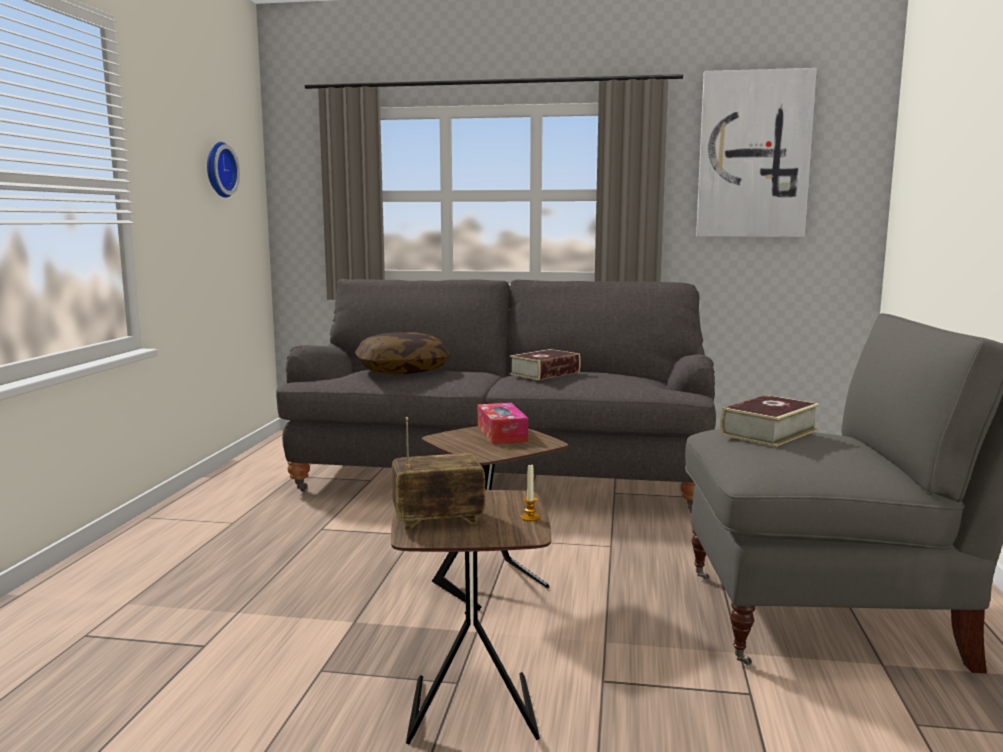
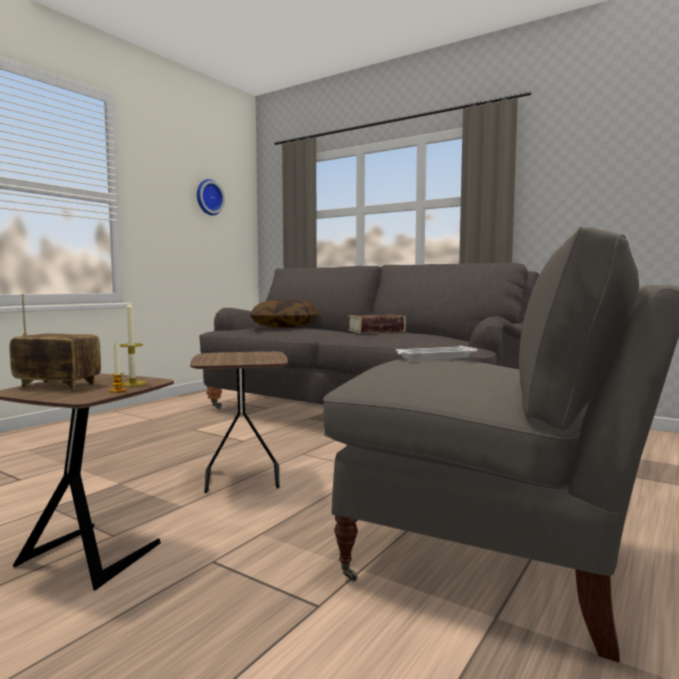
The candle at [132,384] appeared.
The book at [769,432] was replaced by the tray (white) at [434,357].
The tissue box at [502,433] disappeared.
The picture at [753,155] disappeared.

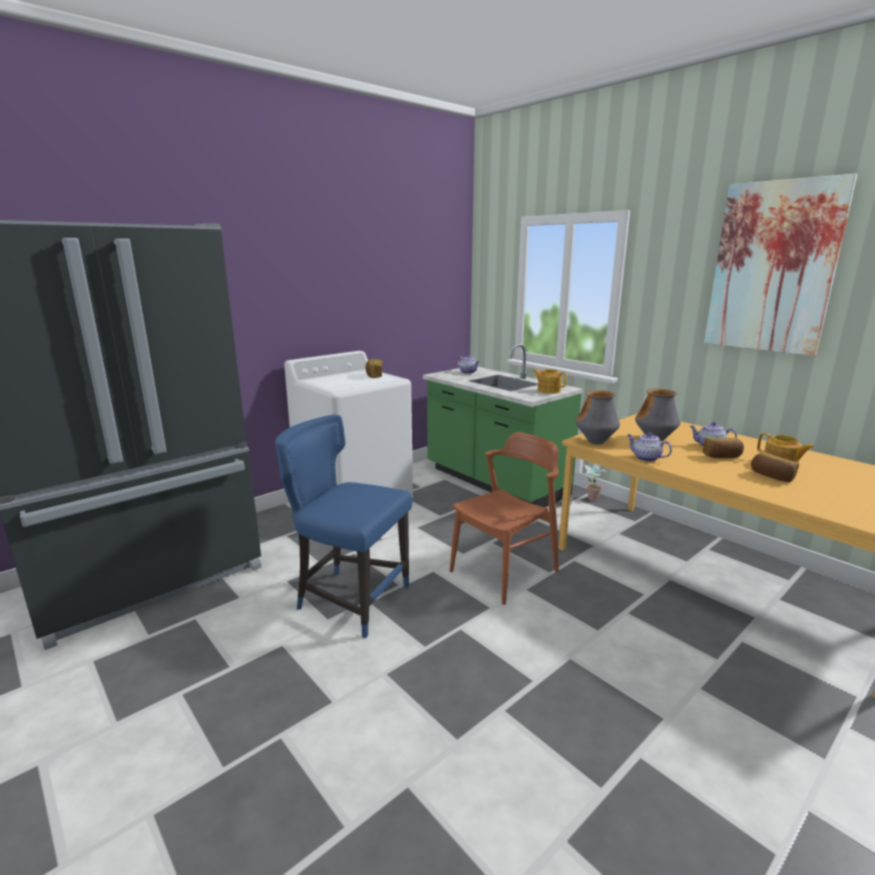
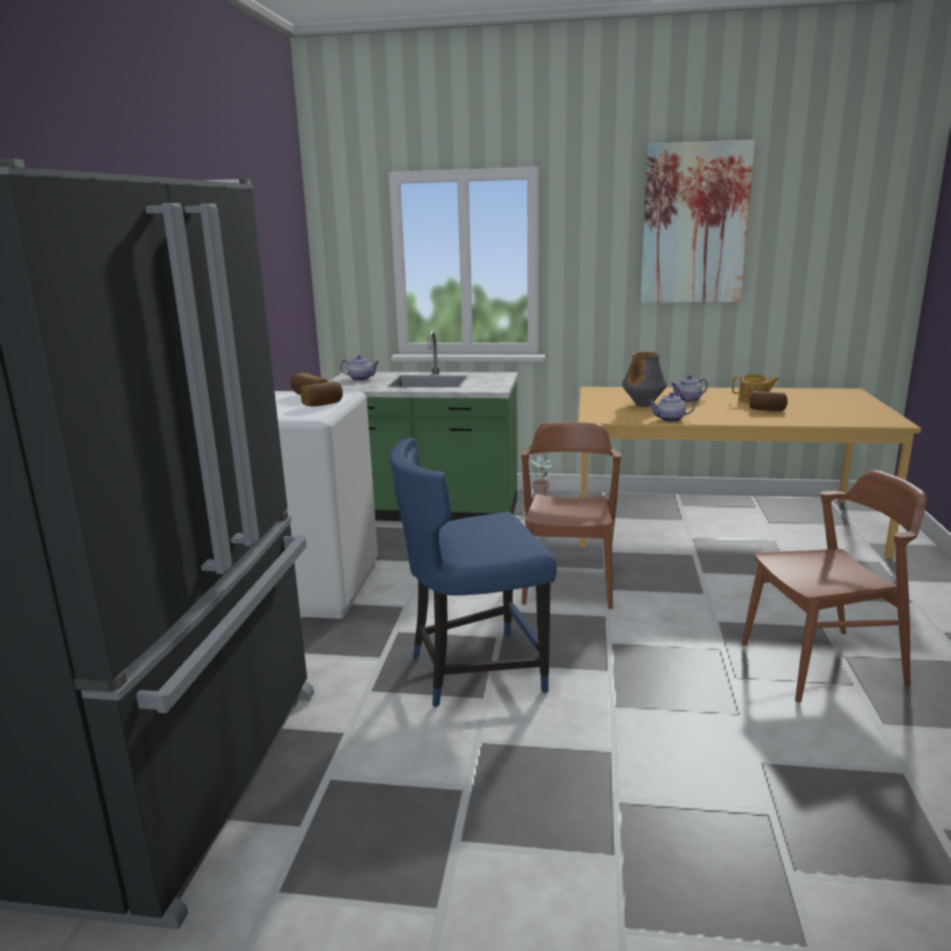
The bread moved from [722,456] to [323,404].
The chair (brown) at [822,664] appeared.
The teapot at [548,390] disappeared.
The vase at [595,442] disappeared.

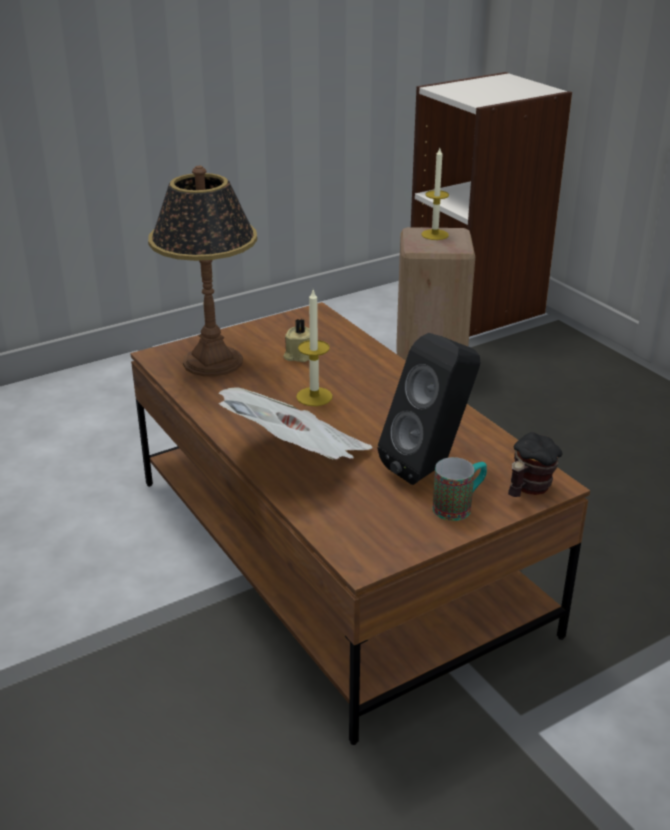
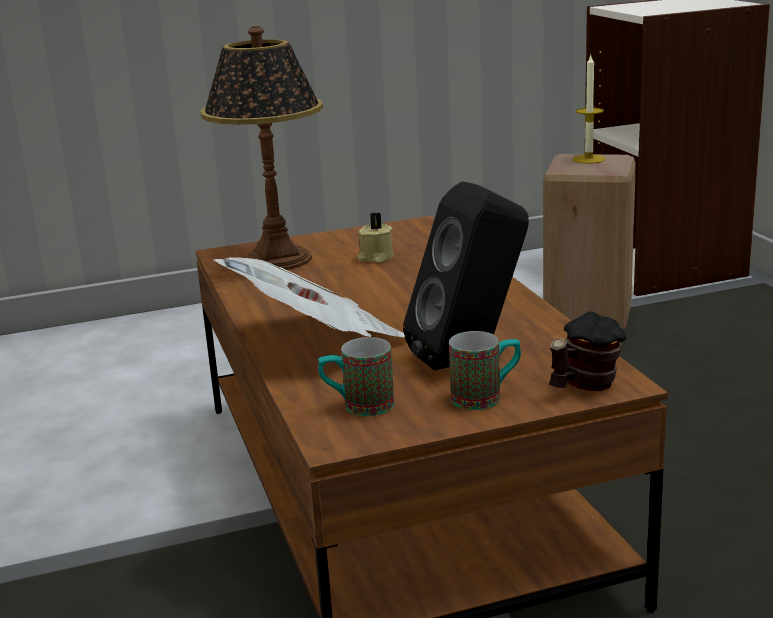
The mug at [358,406] appeared.
The candle at [314,396] disappeared.

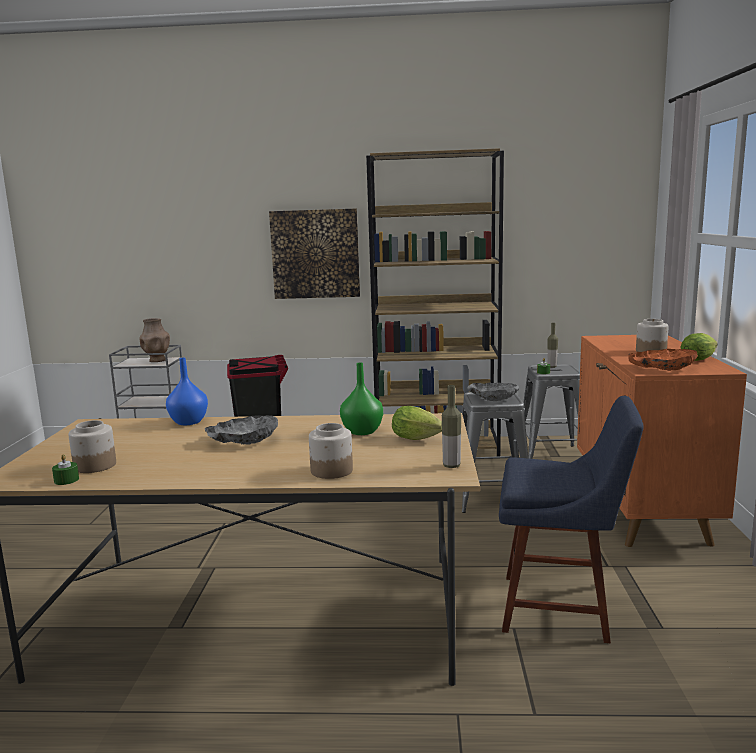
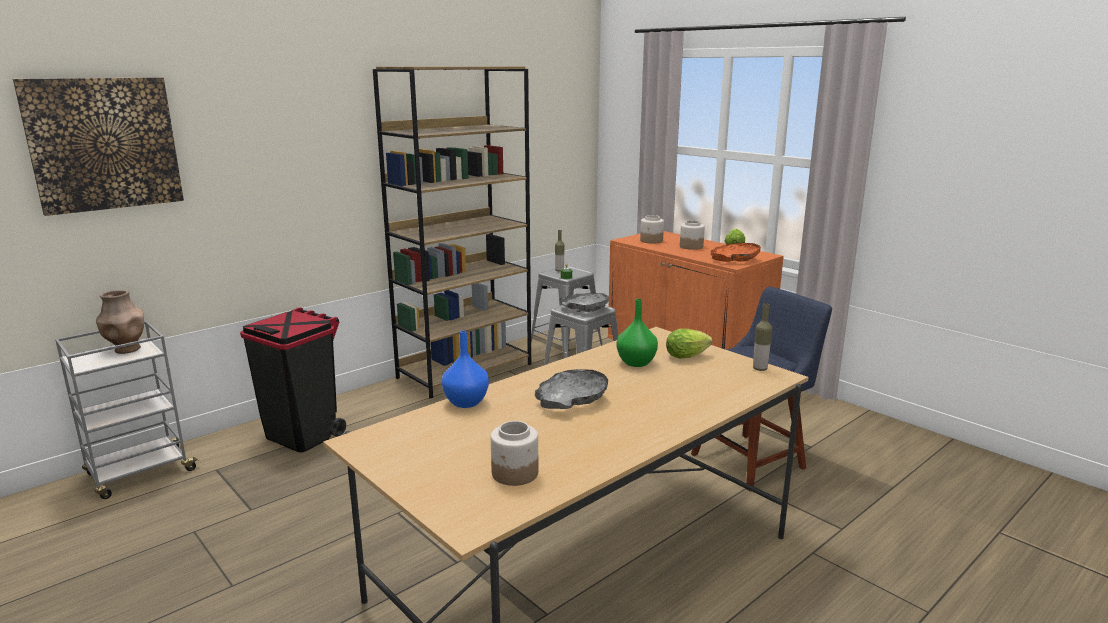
The picture moved from [315,254] to [104,144].
The jar moved from [331,471] to [651,241].
The candle (green) at [66,480] disappeared.

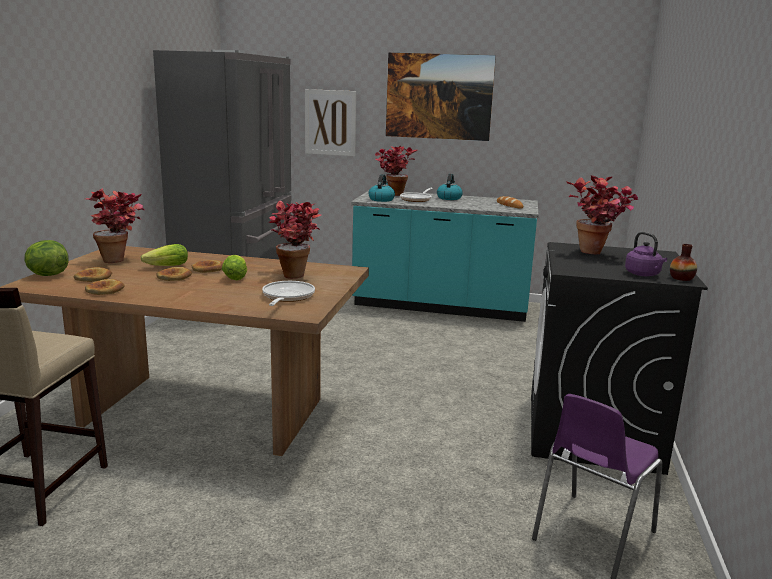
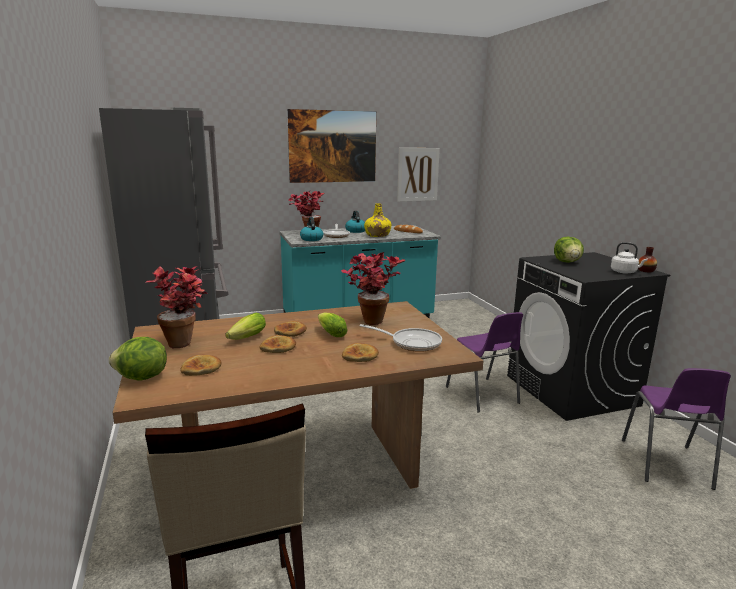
The bread moved from [105,290] to [360,356].
The frying pan at [287,297] turned 135 degrees clockwise.
The bottle (yellow) at [377,235] appeared.
The picture moved from [330,122] to [417,174].
The chair (purple) at [483,396] appeared.
The potted plant at [596,254] was replaced by the lettuce at [567,262].
The kettle (purple) at [643,274] became the kettle (white) at [625,272].

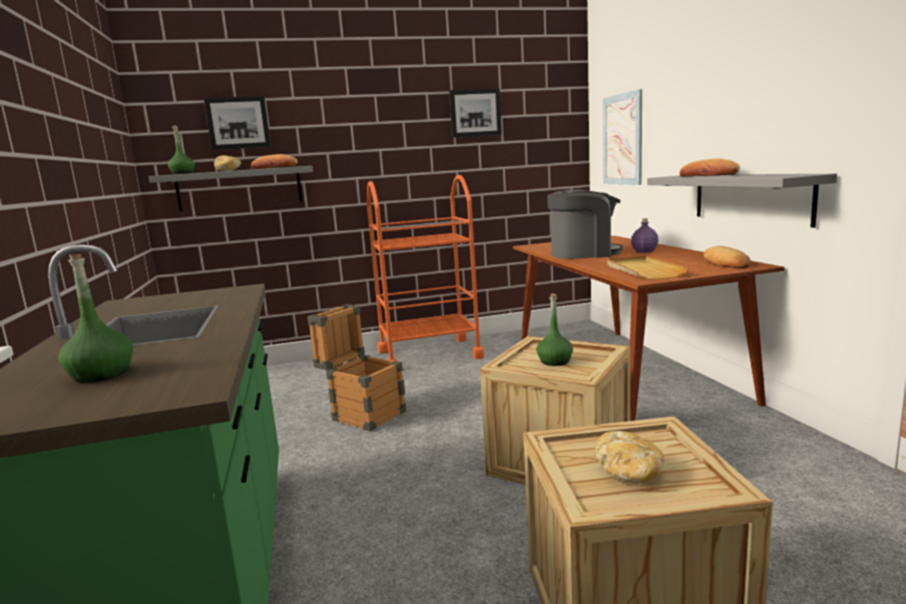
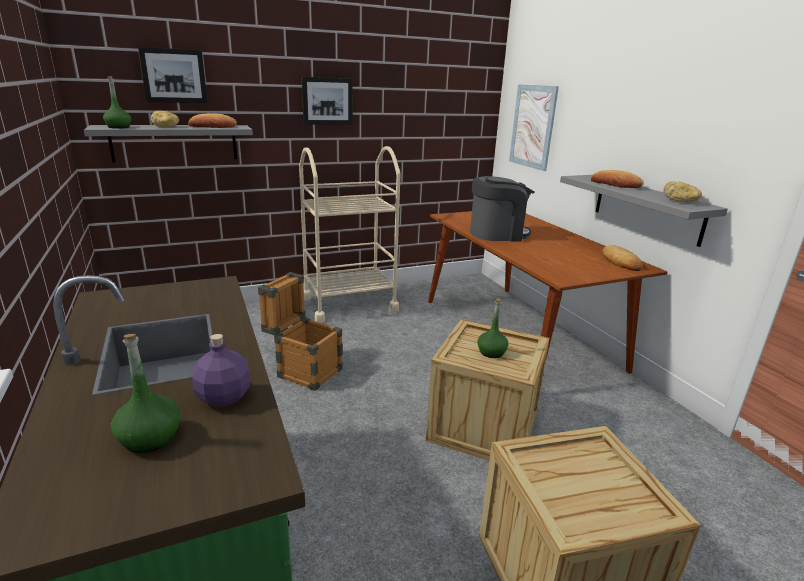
The bottle (purple) moved from [645,251] to [224,397].
The cart (orange) at [429,354] became the cart (beige) at [349,304].
The picture moved from [475,113] to [327,101].
The bread moved from [629,473] to [680,201].
The tray (beige) at [643,271] disappeared.

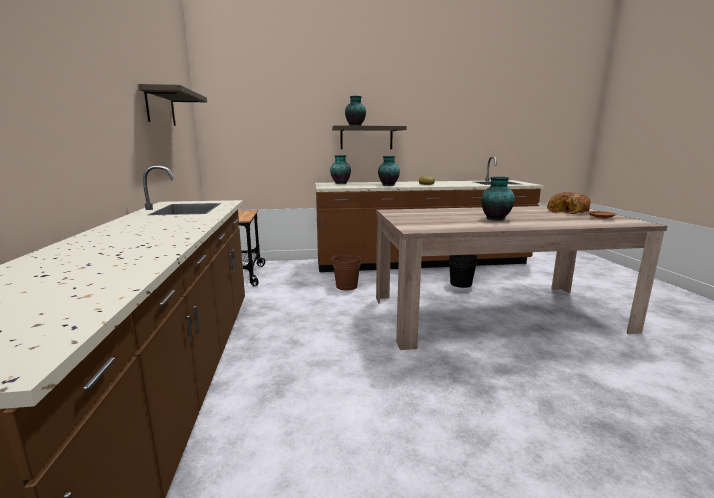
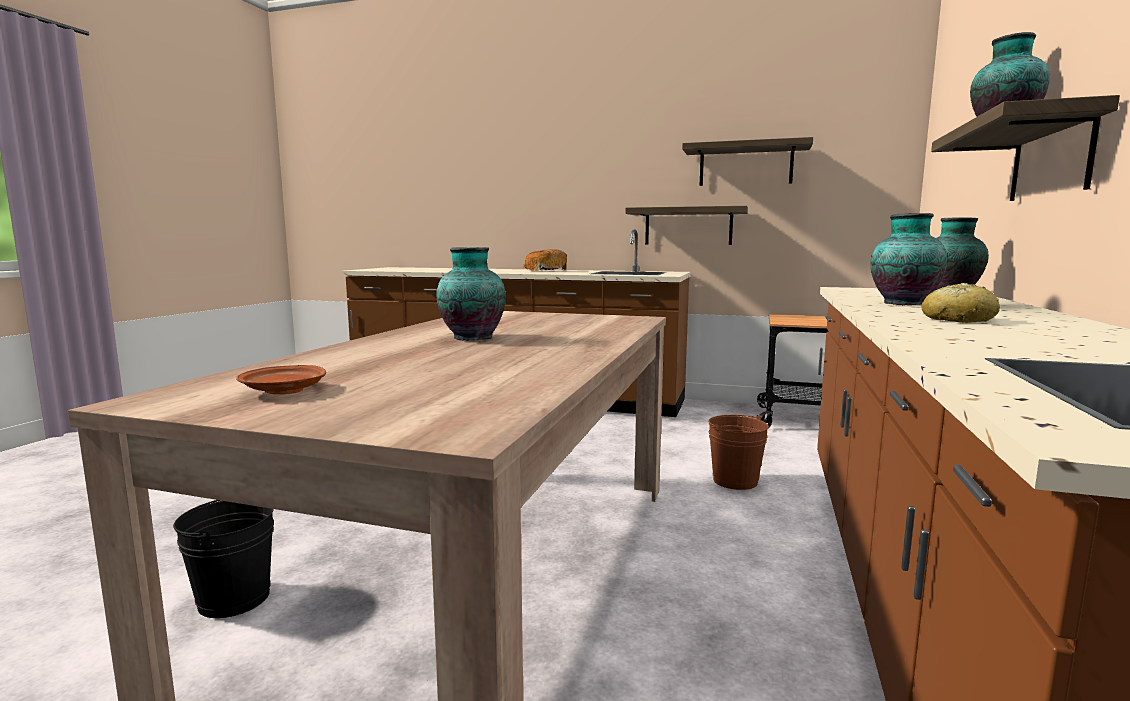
The bucket (black) moved from [461,284] to [234,598].
The bread moved from [568,212] to [545,271].
The shelf at [688,226] appeared.

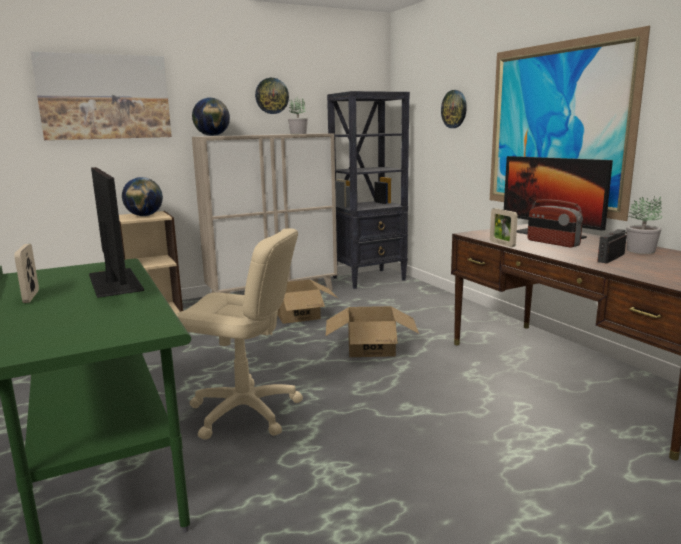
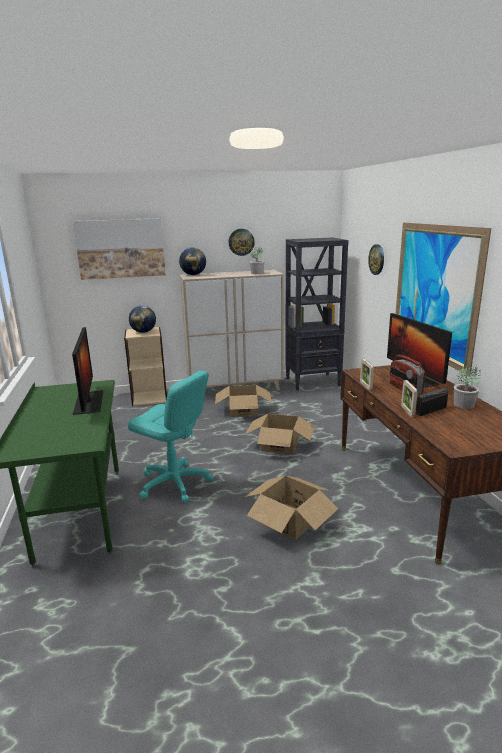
The office chair (beige) at [245,412] became the office chair (turquoise) at [174,483].
The cardboard box at [289,520] appeared.
The picture frame moved from [31,296] to [407,411].

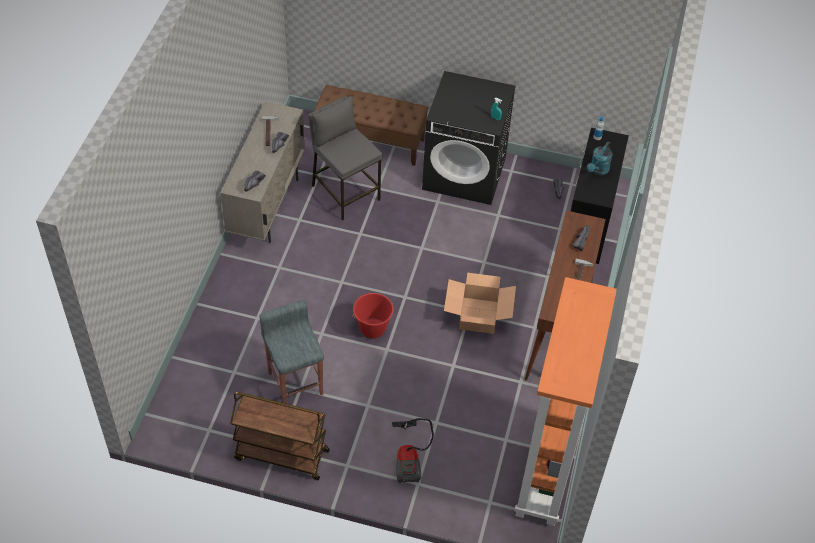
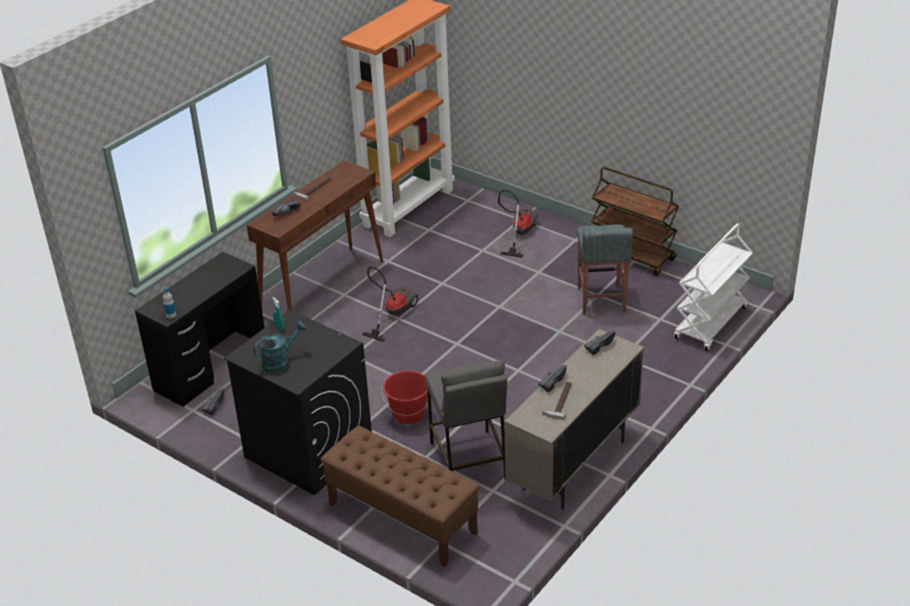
The watering can (turquoise) moved from [598,170] to [280,360].
The cardboard box at [477,315] was replaced by the vacuum cleaner at [392,314].
The bucket (red) moved from [373,328] to [408,415].
The cart (white) at [711,324] appeared.

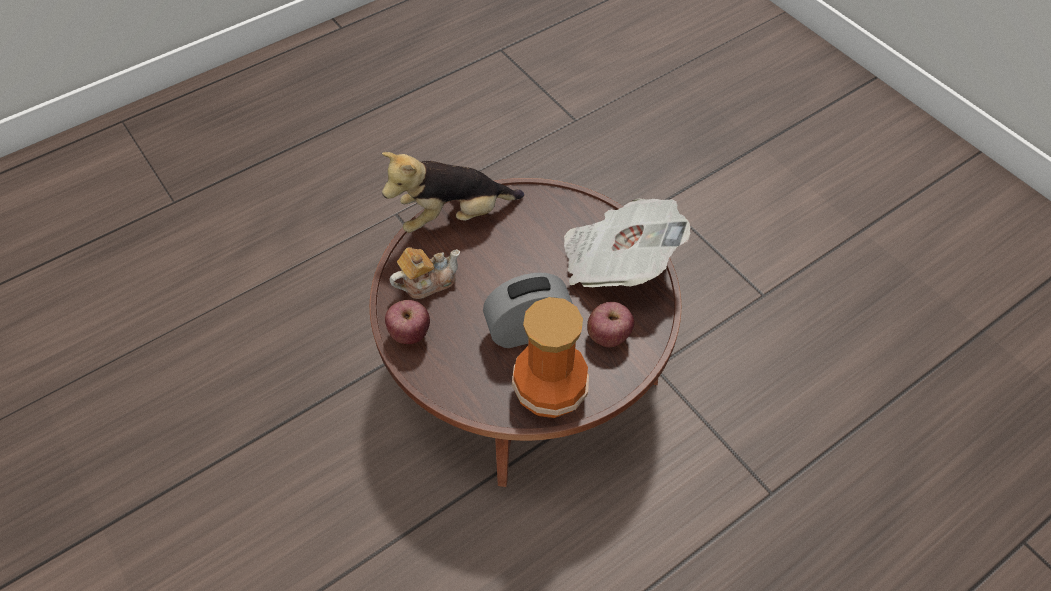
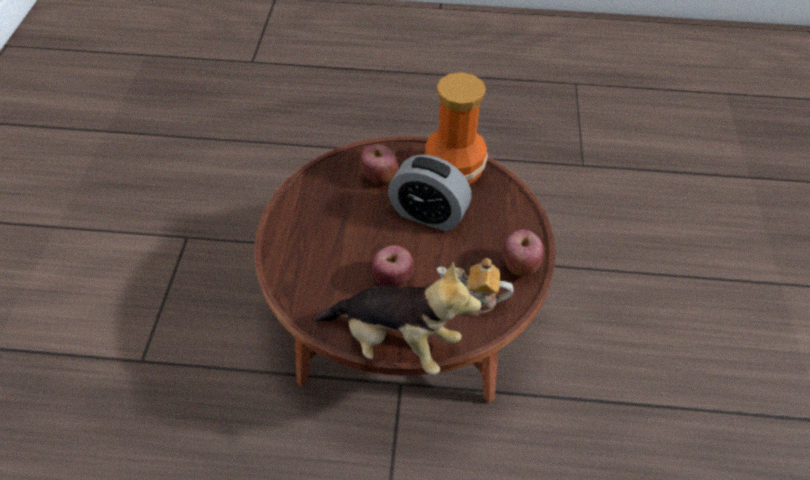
The apple at [393,279] appeared.
The newspaper at [617,262] disappeared.

